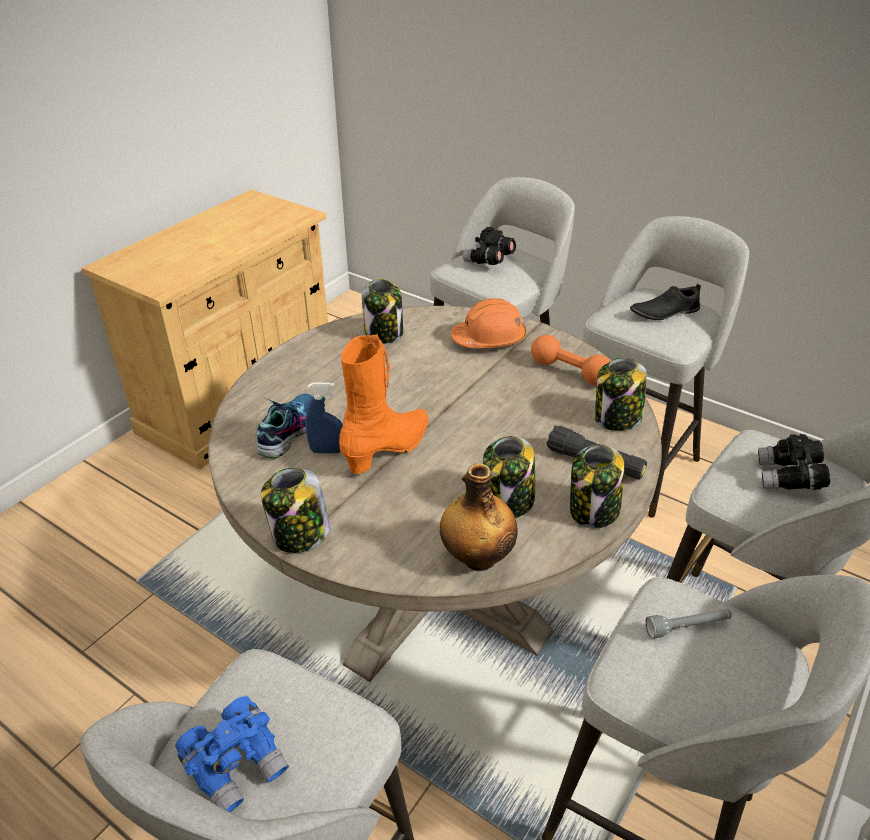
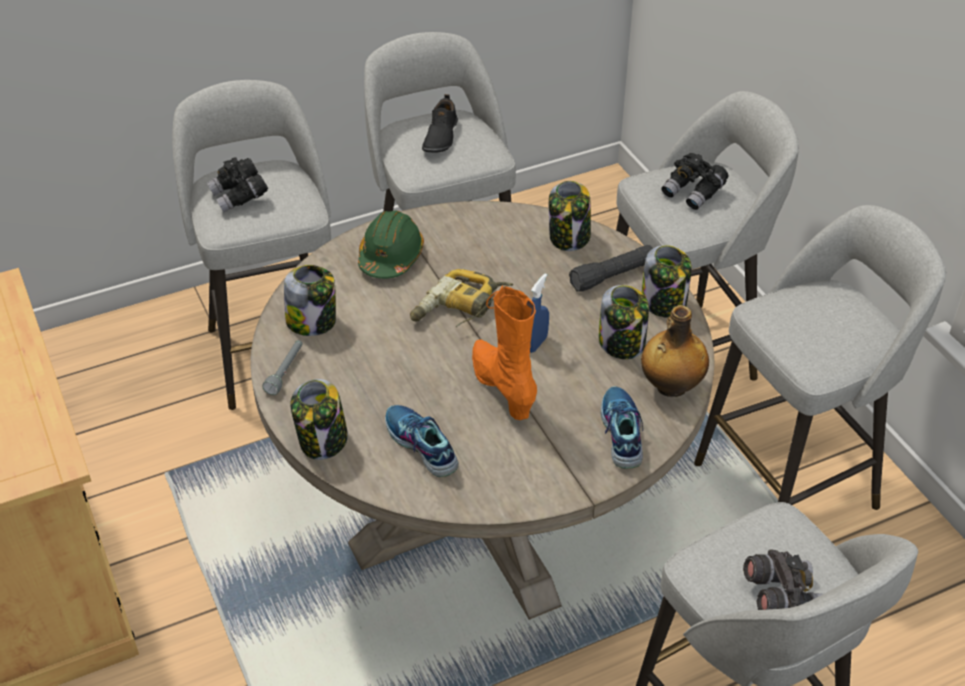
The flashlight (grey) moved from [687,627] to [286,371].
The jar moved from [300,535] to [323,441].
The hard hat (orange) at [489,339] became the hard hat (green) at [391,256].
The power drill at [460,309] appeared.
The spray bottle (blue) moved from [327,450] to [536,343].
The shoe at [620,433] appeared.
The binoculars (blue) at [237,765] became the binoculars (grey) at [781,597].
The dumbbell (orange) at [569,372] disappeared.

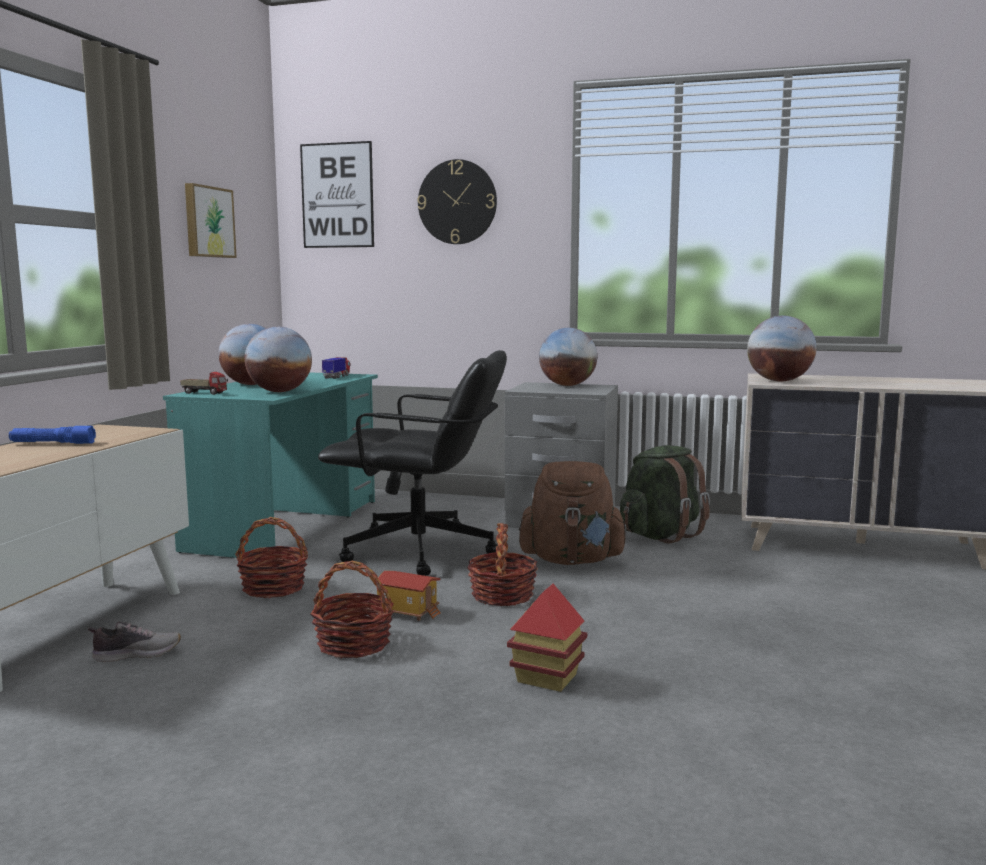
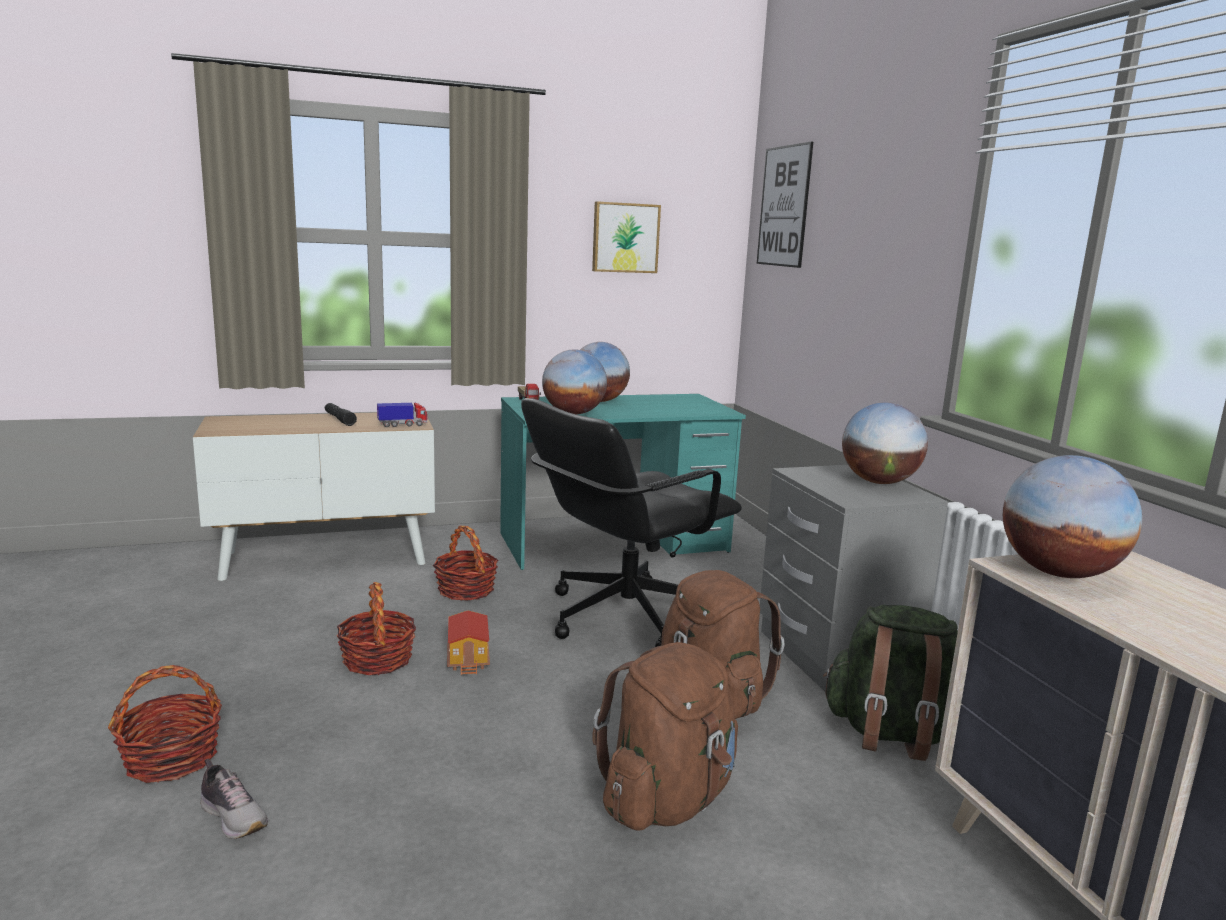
The basket moved from [502,595] to [172,758].
The shoe moved from [136,654] to [234,816].
The flashlight (blue) at [53,443] became the flashlight (black) at [339,419].
The toy truck moved from [336,376] to [402,425].
The office chair (black) at [421,552] turned 75 degrees clockwise.
The backpack (brown) at [667,799] appeared.
The wall clock at [457,202] disappeared.
The toy house at [546,678] disappeared.

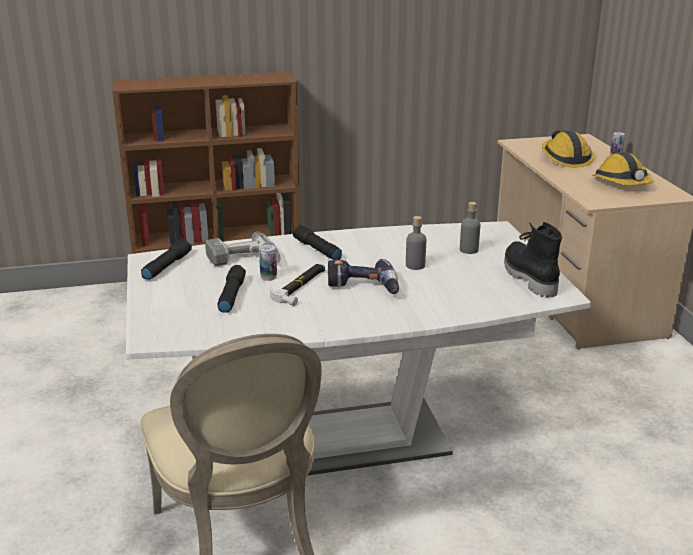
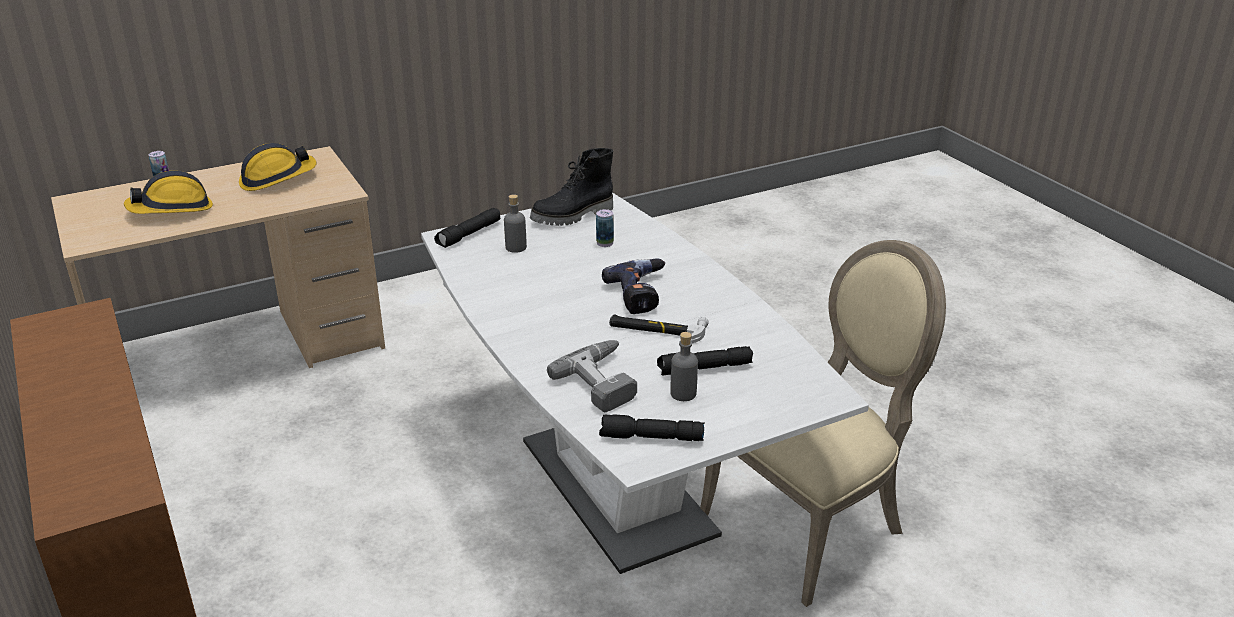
The flashlight (black) moved from [316,249] to [469,235].
The can moved from [268,277] to [605,243].
The bottle (grey) moved from [415,265] to [683,393].

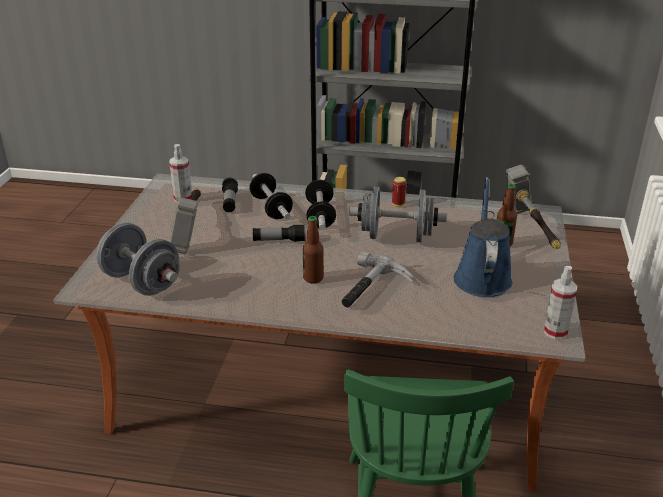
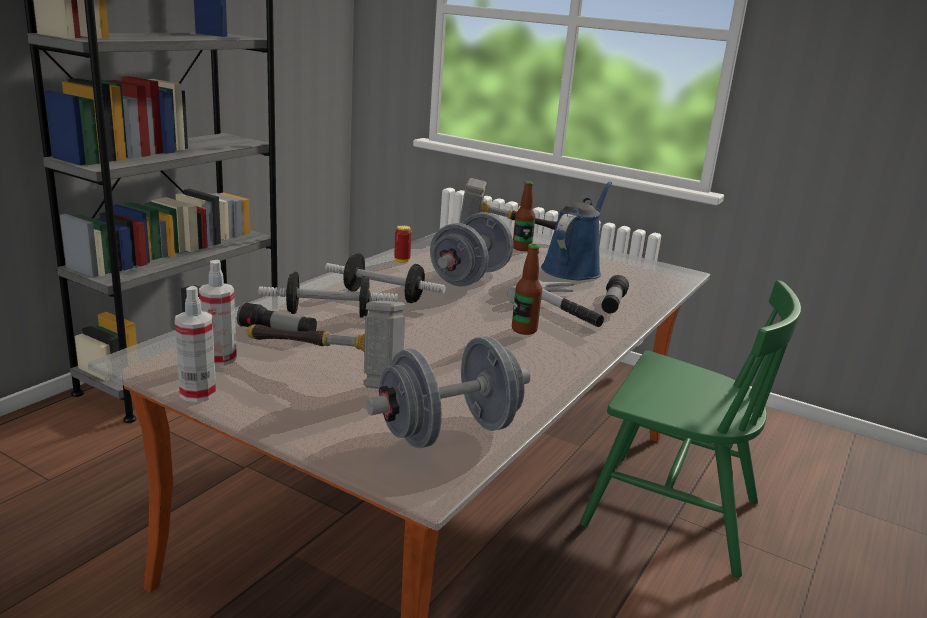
The spray bottle moved from [555,331] to [198,393].
The watering can (blue) at [482,276] turned 90 degrees clockwise.
The flashlight moved from [279,241] to [612,304].

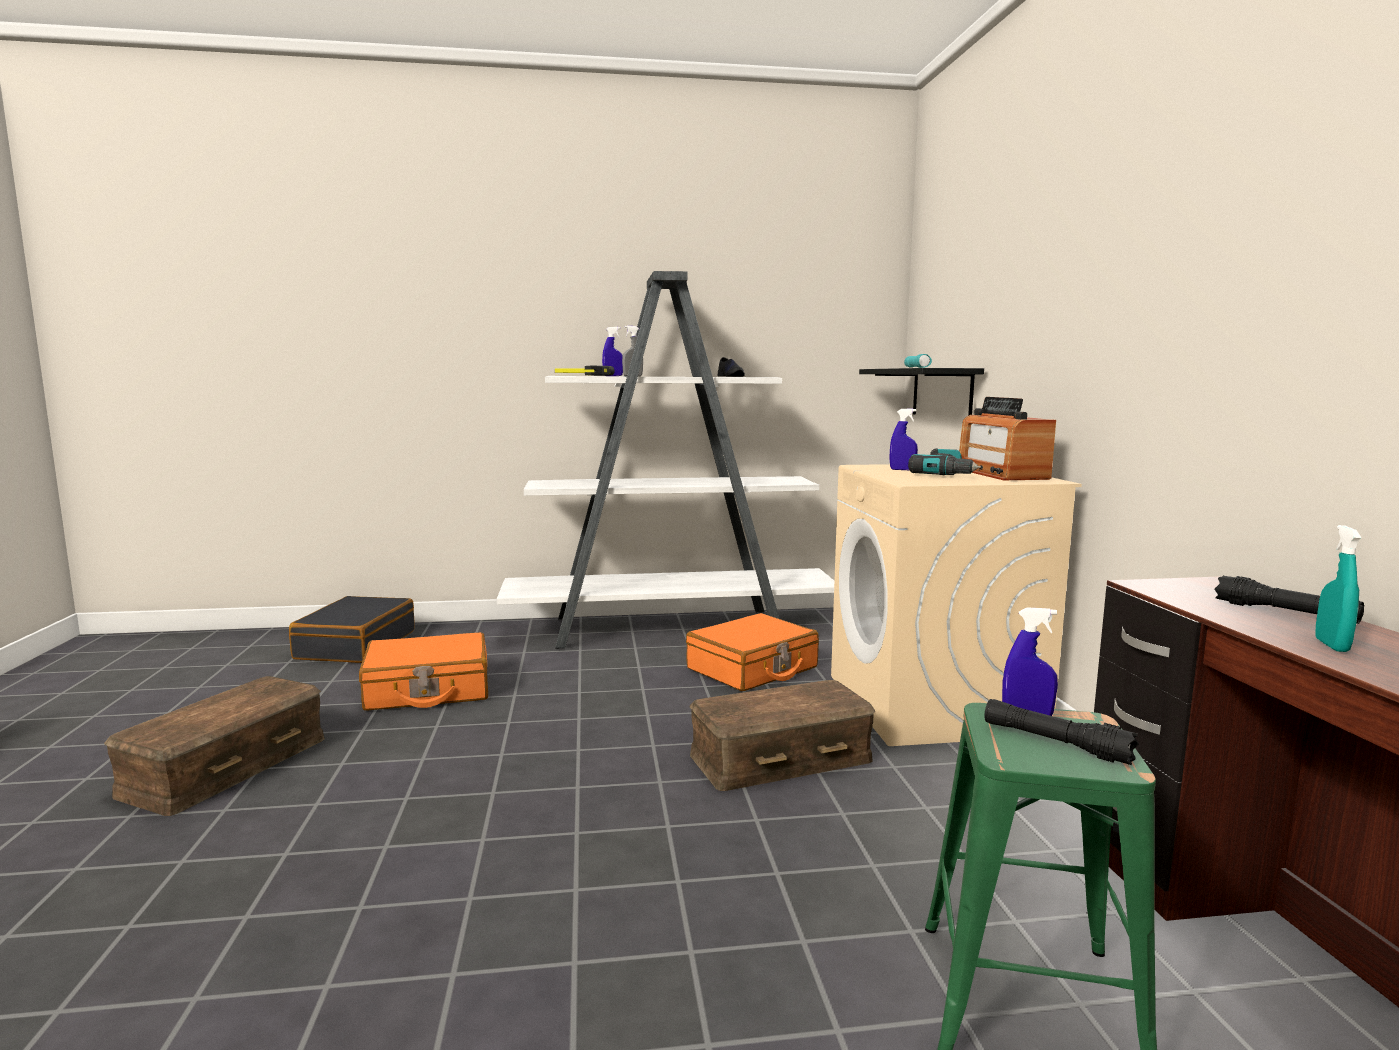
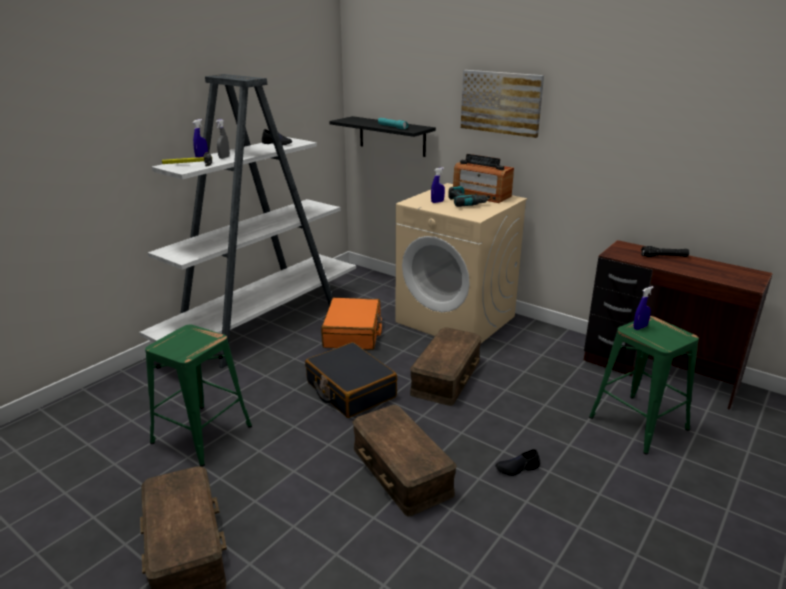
The suitcase (orange) at [428,690] was replaced by the stool (green) at [201,434].
The suitcase (black) moved from [355,645] to [350,390].
The storage box (brown) at [402,470] appeared.
The picture at [501,102] appeared.
The shoe (black) at [517,468] appeared.
The flashlight (black) at [1055,743] disappeared.
The spray bottle (turquoise) at [1331,645] disappeared.

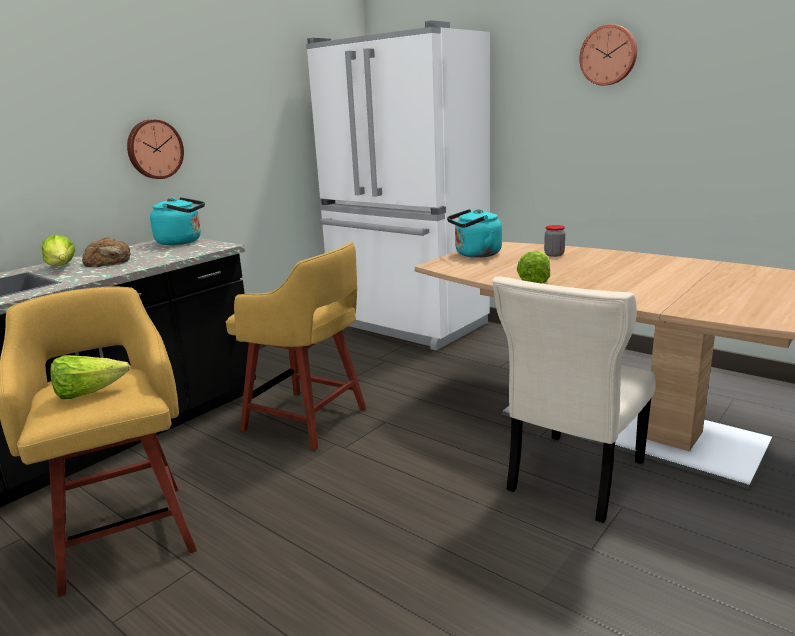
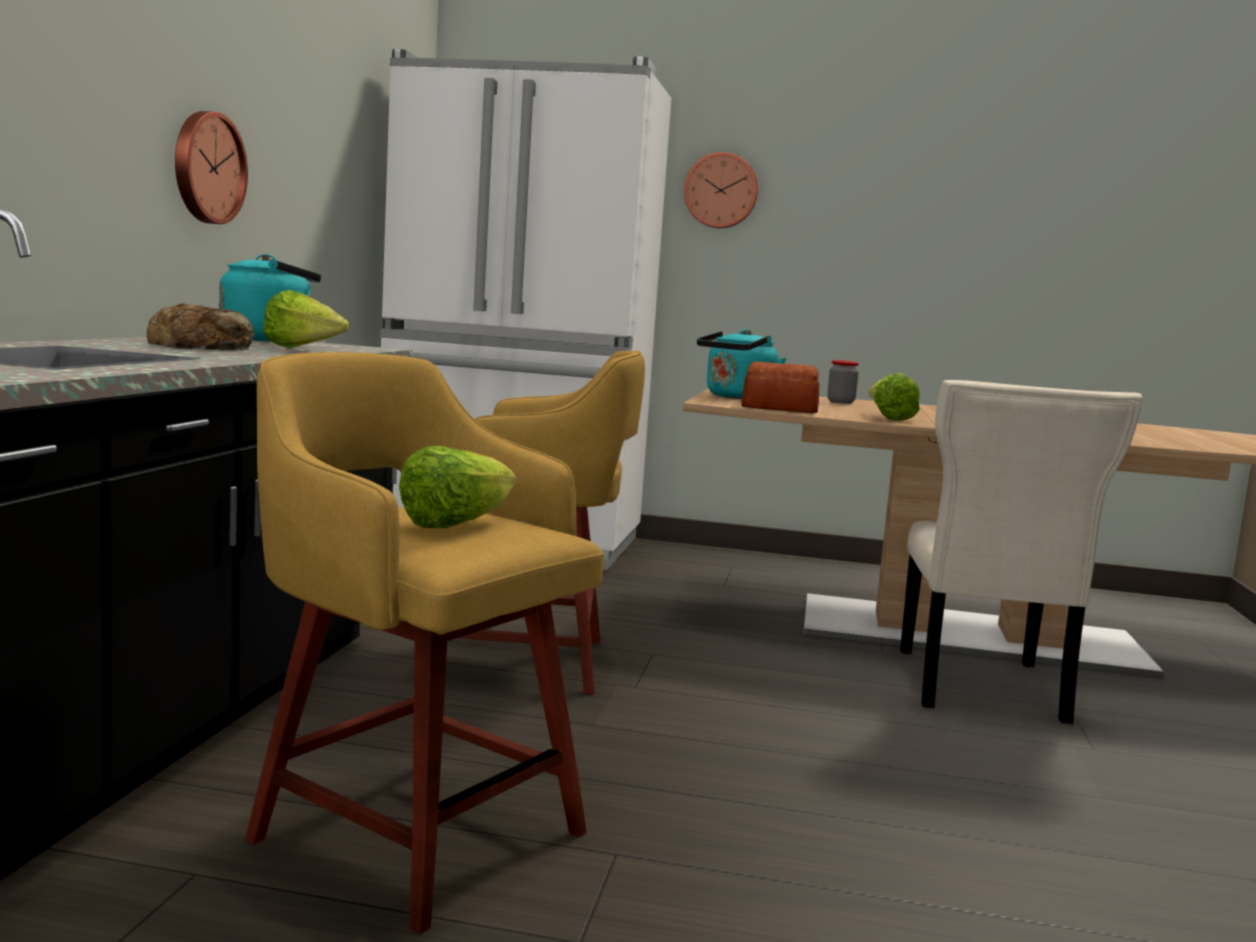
The lettuce moved from [62,267] to [303,349].
The wall clock moved from [609,55] to [721,191].
The bread at [777,408] appeared.

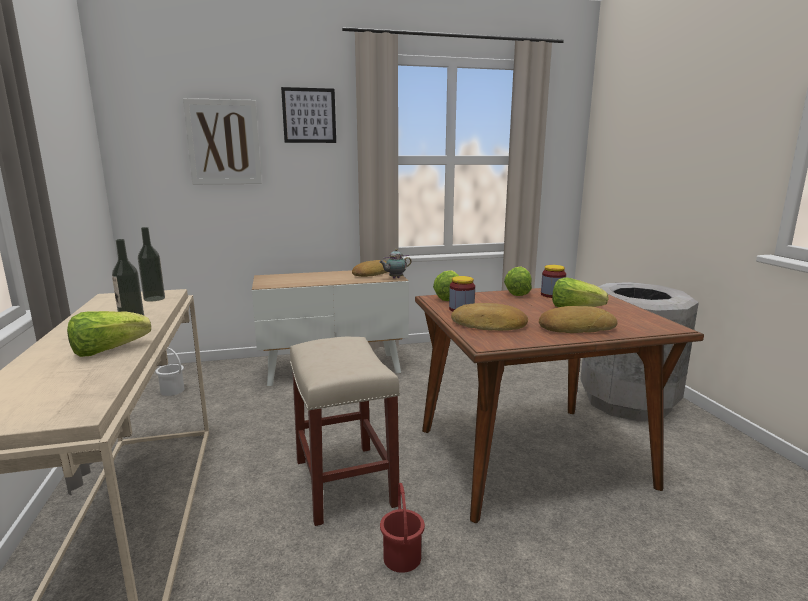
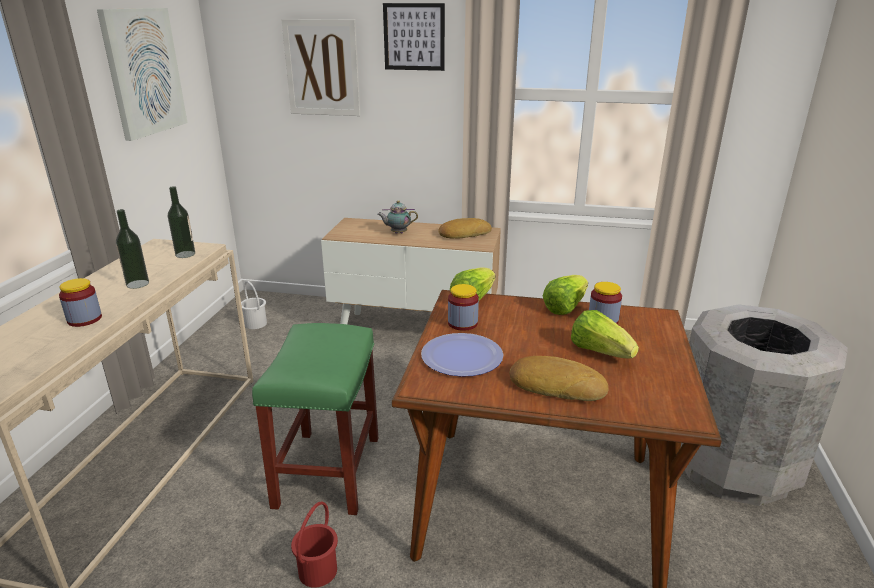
The lettuce at [108,350] was replaced by the jar at [84,319].
The picture at [144,72] appeared.
The stool (beige) at [343,481] became the stool (green) at [328,469].
The teapot moved from [395,278] to [397,233].
The bread at [489,325] was replaced by the plate at [462,356].

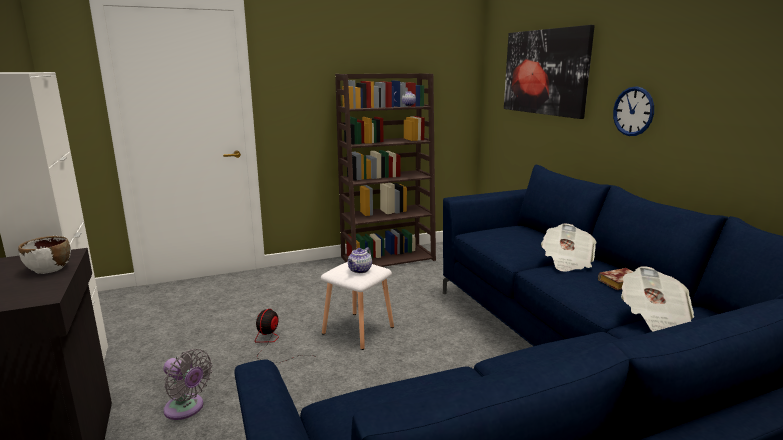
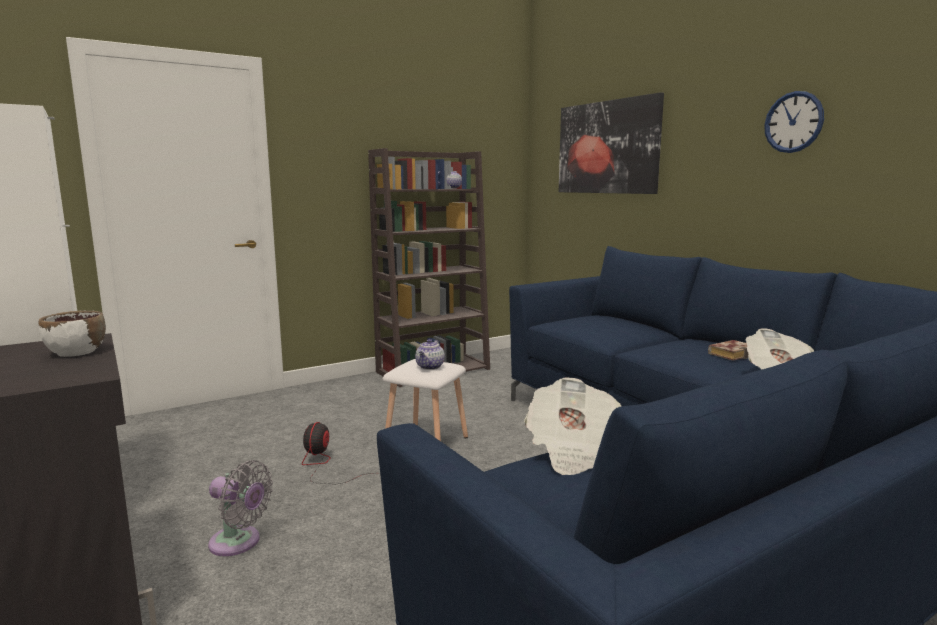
The newspaper moved from [566,261] to [573,451].
The wall clock moved from [633,111] to [793,122].

